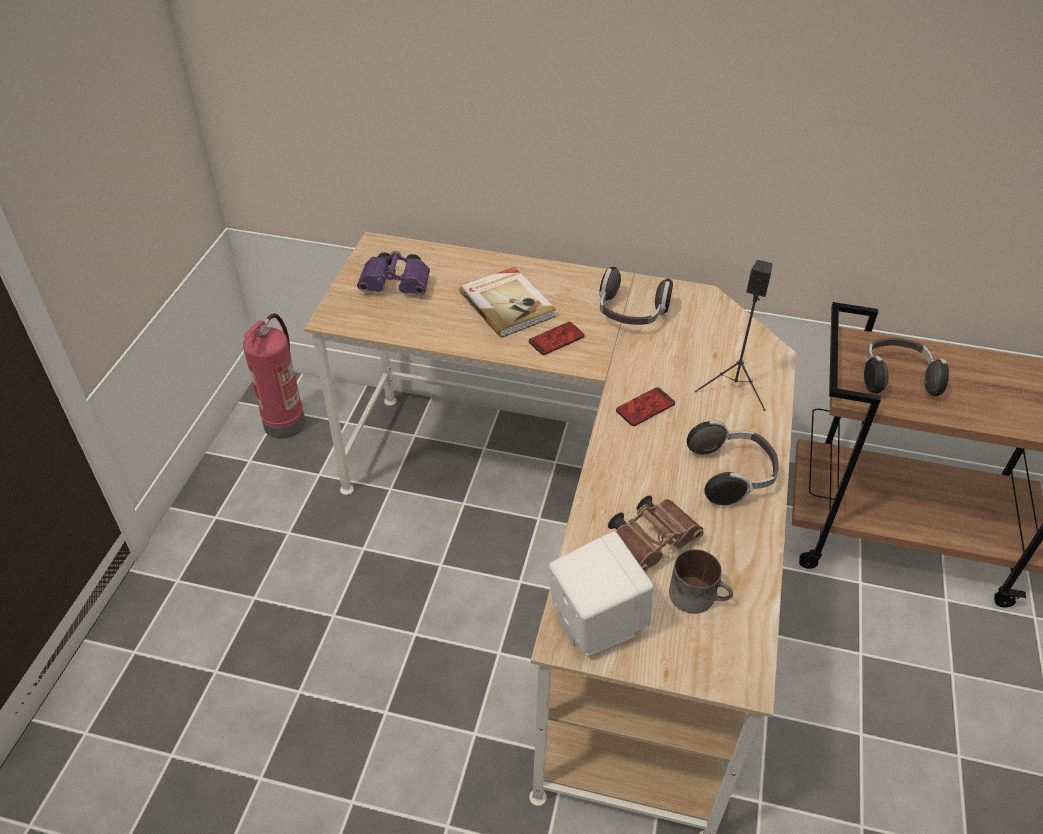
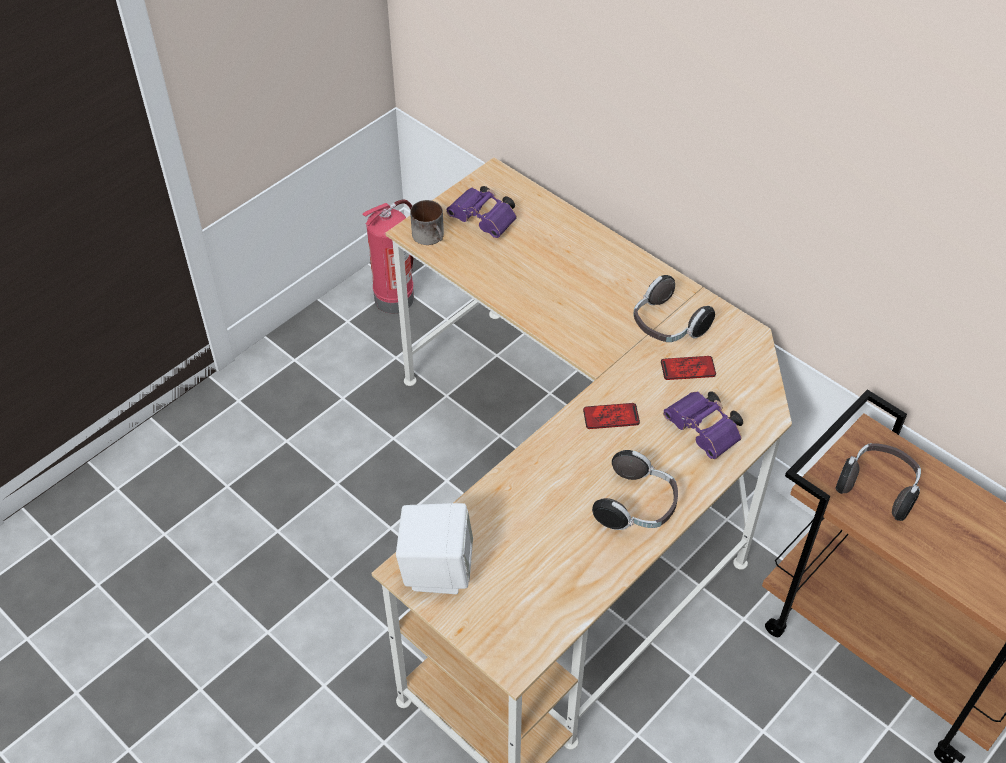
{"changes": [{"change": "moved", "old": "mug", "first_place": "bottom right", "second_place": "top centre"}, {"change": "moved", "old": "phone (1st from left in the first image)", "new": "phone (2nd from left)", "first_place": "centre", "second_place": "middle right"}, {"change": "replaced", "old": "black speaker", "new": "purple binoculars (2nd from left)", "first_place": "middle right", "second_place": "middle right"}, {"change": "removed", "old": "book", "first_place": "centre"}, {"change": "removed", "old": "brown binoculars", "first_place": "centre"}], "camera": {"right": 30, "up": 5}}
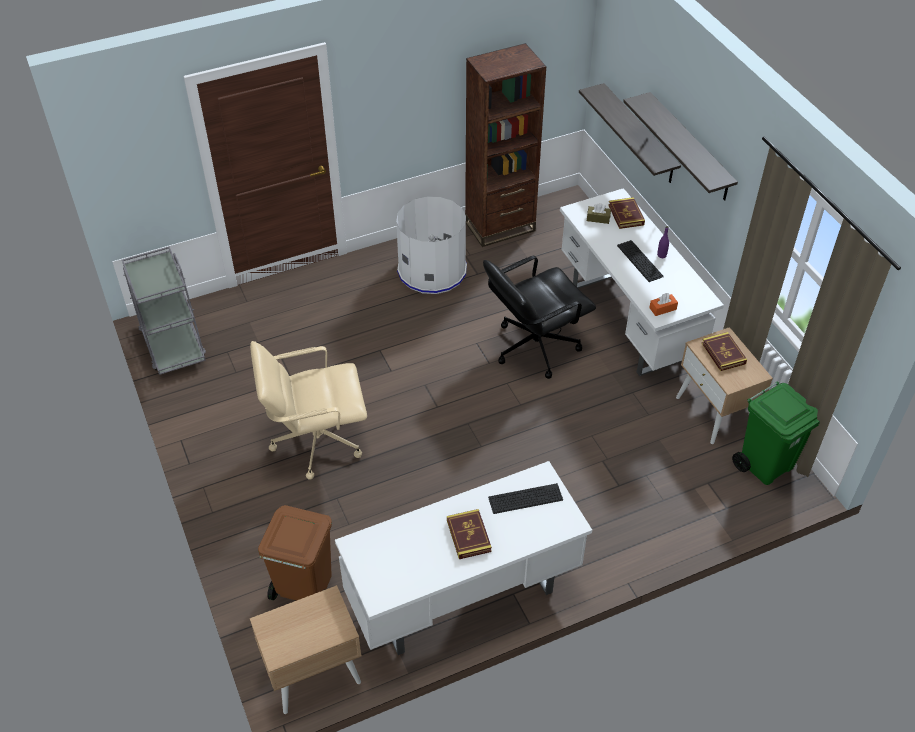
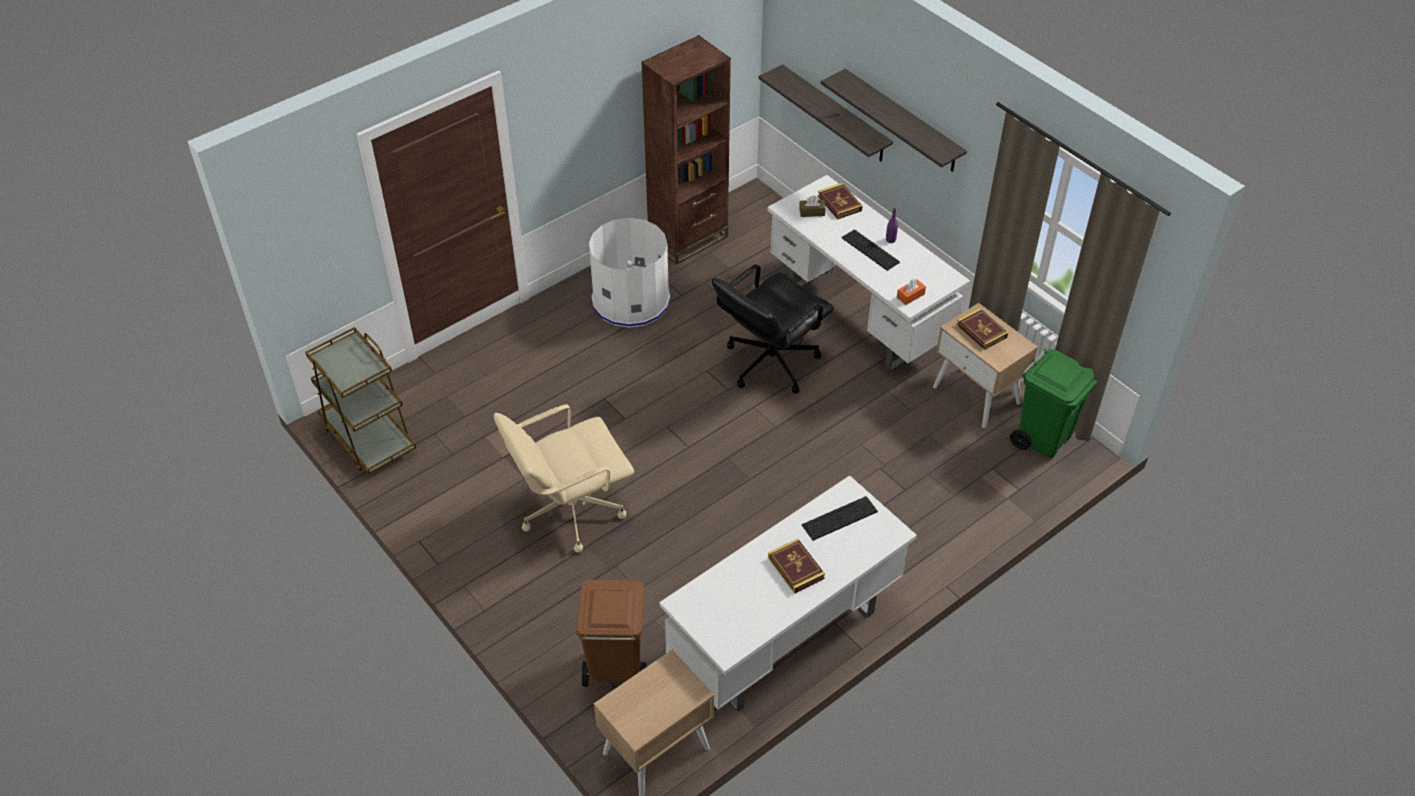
{"changes": [{"change": "recoloured", "old": "grey cart", "new": "brown cart", "first_place": "middle left", "second_place": "middle left"}], "camera": {"right": -15, "up": 0}}
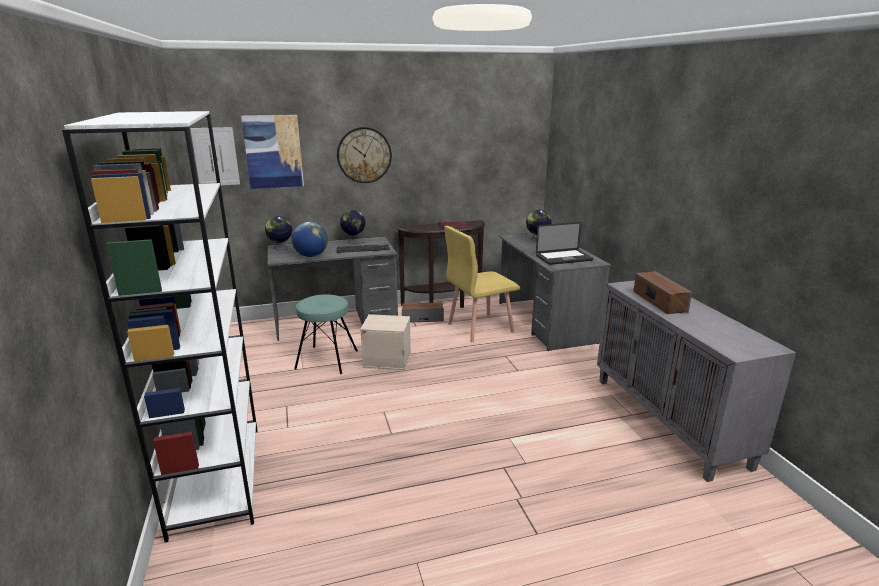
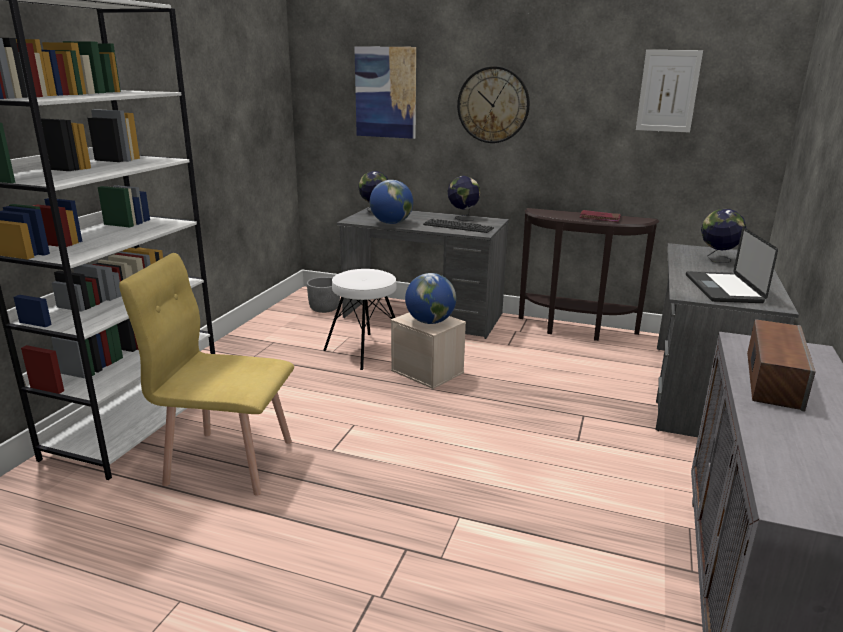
{"changes": [{"change": "moved", "old": "yellow chair", "first_place": "centre", "second_place": "middle left"}, {"change": "added", "new": "grey planter", "second_place": "centre"}, {"change": "recoloured", "old": "turquoise stool", "new": "white stool", "first_place": "centre", "second_place": "centre"}, {"change": "added", "new": "globe (3rd from left)", "second_place": "centre"}, {"change": "moved", "old": "picture (1st from left in the first image)", "new": "picture (2nd from left)", "first_place": "top left", "second_place": "top right"}, {"change": "turned", "old": "laptop", "first_place": "centre", "second_place": "middle right", "degrees": 75}, {"change": "removed", "old": "speaker (1st from left)", "first_place": "centre"}], "camera": {"right": 35, "up": 0}}
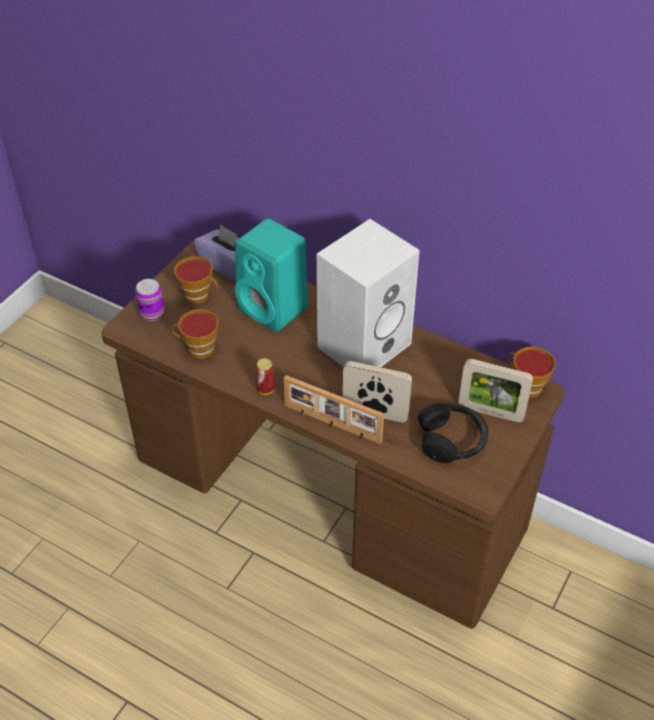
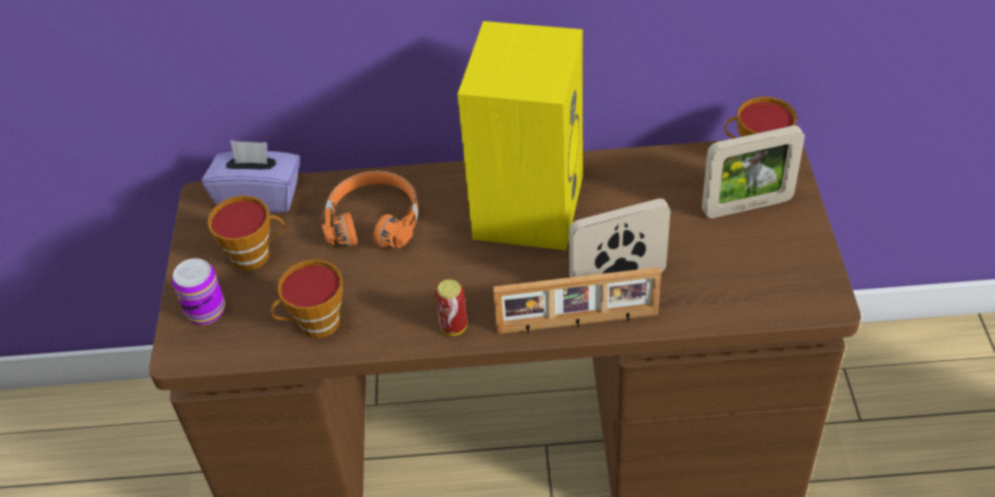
{"changes": [{"change": "replaced", "old": "turquoise speaker", "new": "orange headphones", "first_place": "centre", "second_place": "centre"}, {"change": "recoloured", "old": "white speaker", "new": "yellow speaker", "first_place": "centre", "second_place": "top centre"}, {"change": "removed", "old": "black headphones", "first_place": "middle right"}], "camera": {"right": -30, "up": 0}}
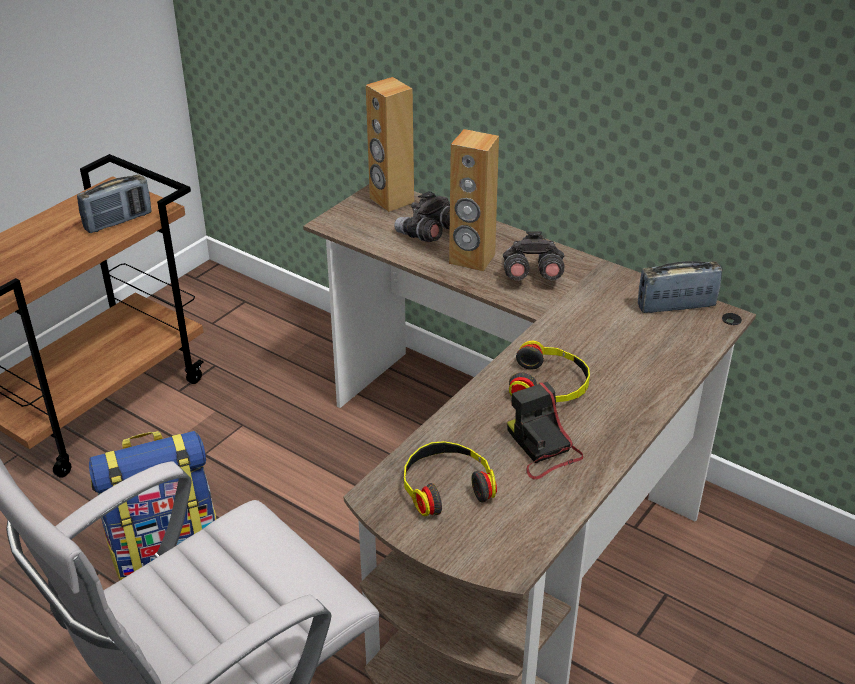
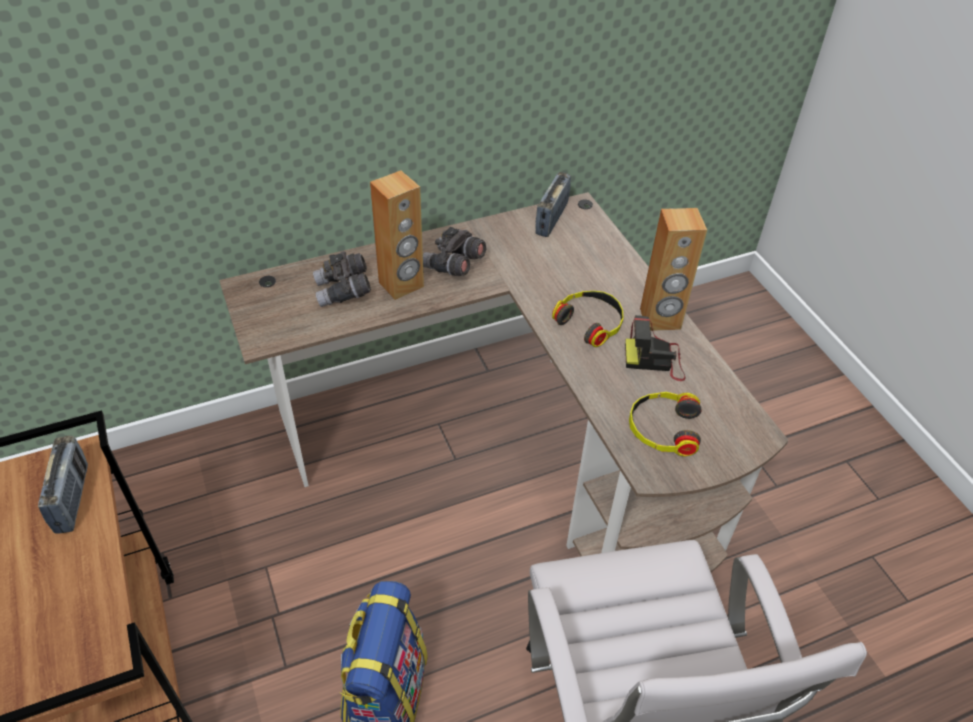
{"changes": [{"change": "moved", "old": "brown speaker (1st from left in the first image)", "new": "brown speaker (2nd from left)", "first_place": "top centre", "second_place": "middle right"}], "camera": {"right": -60, "up": 10}}
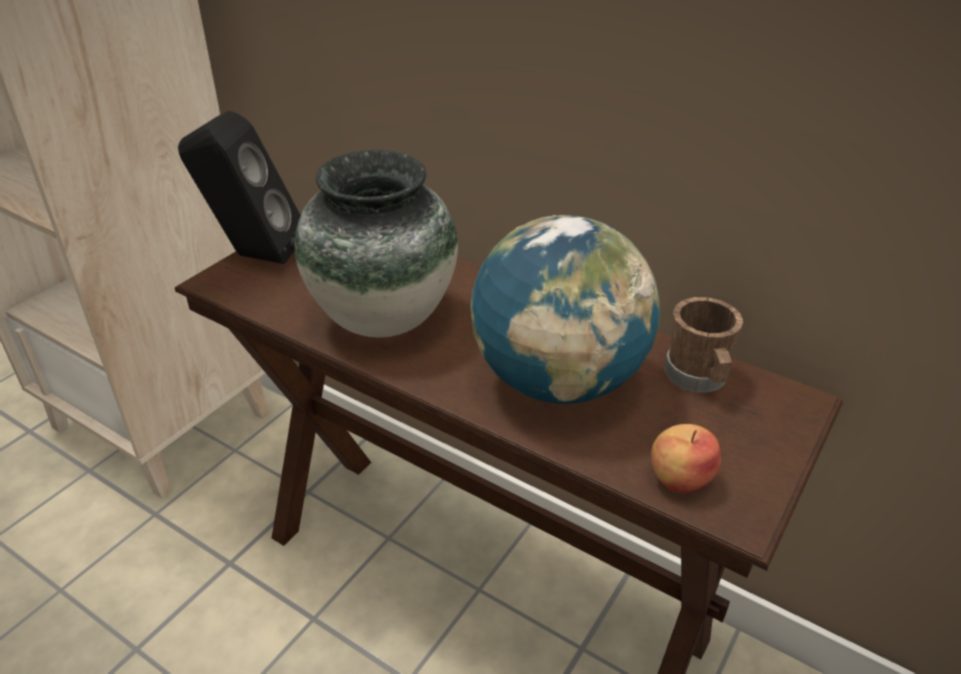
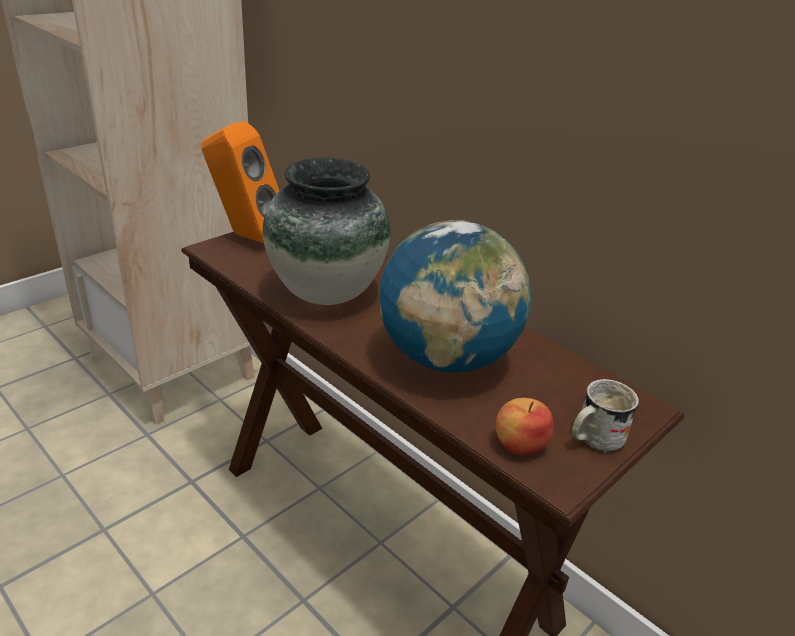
{"changes": [{"change": "recoloured", "old": "black speaker", "new": "orange speaker", "first_place": "top left", "second_place": "top left"}, {"change": "added", "new": "white mug", "second_place": "middle right"}, {"change": "removed", "old": "brown mug", "first_place": "middle right"}], "camera": {"right": 10, "up": -5}}
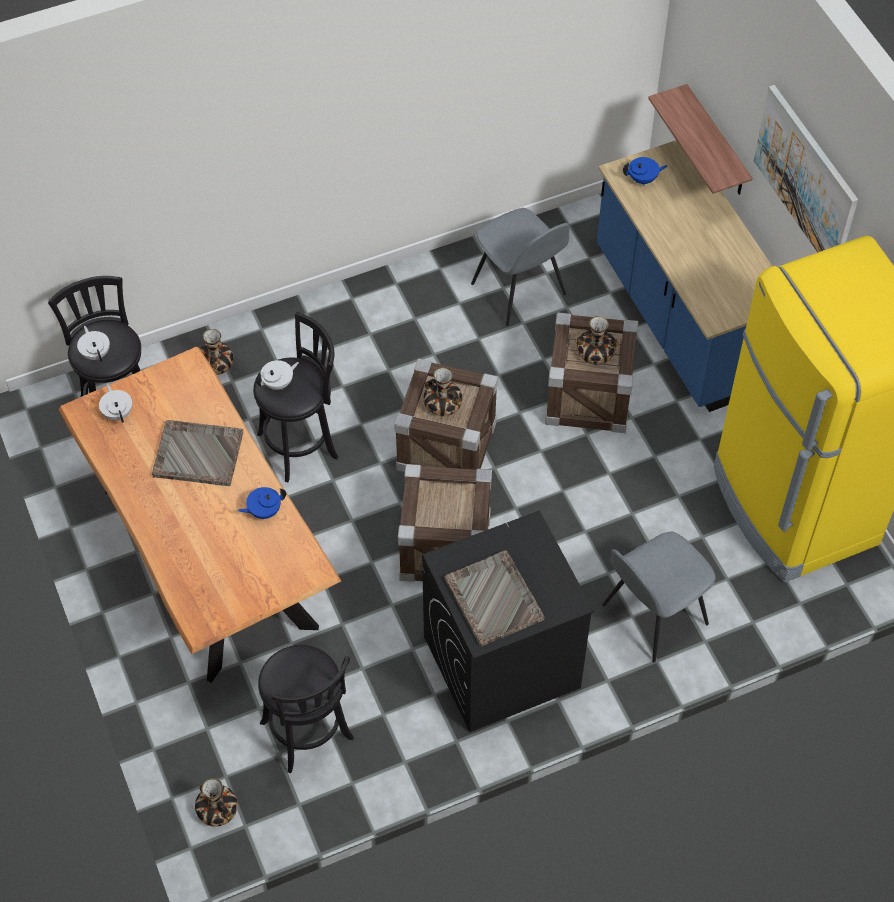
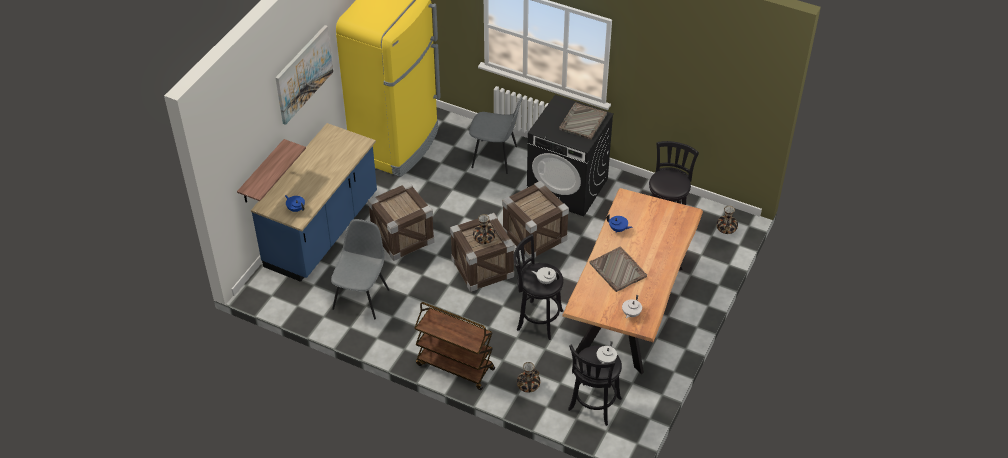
{"changes": [{"change": "added", "new": "brown cart", "second_place": "bottom centre"}, {"change": "removed", "old": "vase (4th from left)", "first_place": "middle right"}], "camera": {"right": -130, "up": -10}}
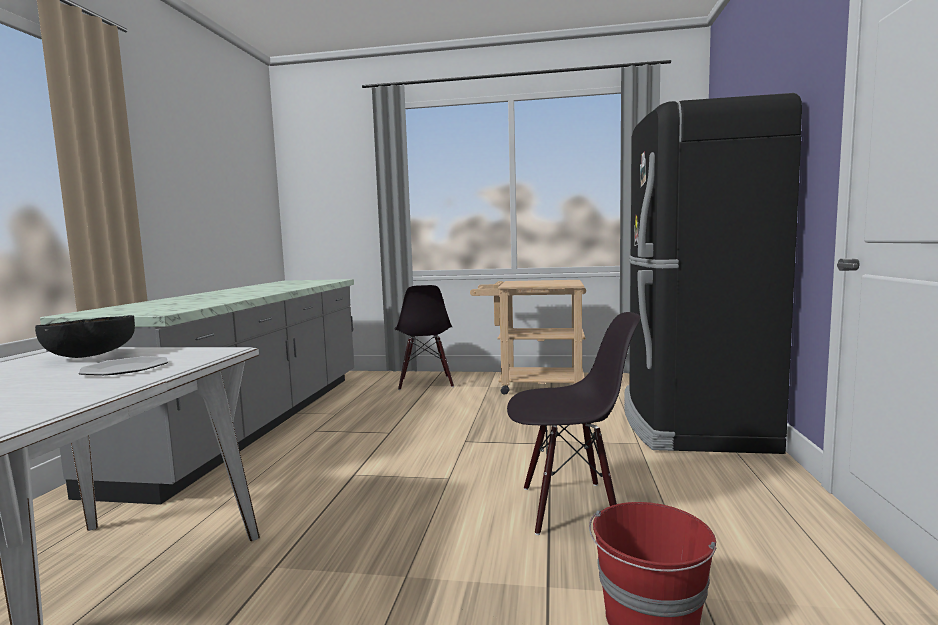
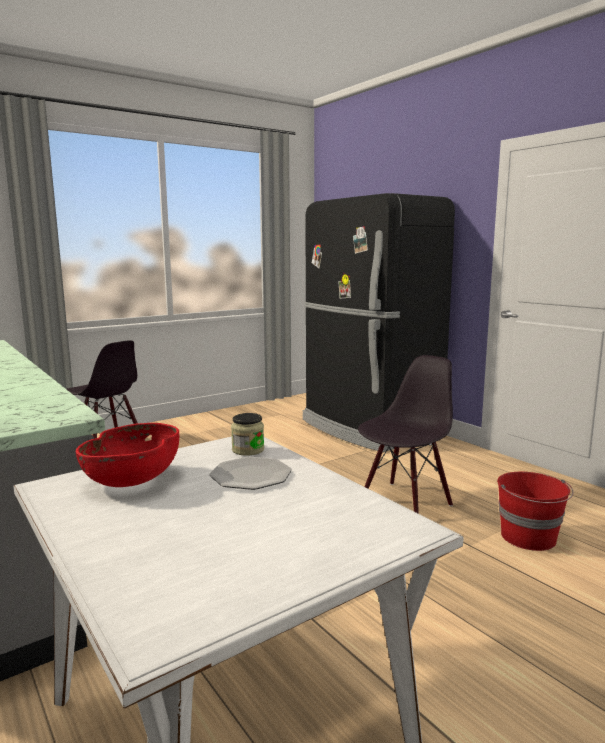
{"changes": [{"change": "recoloured", "old": "black bowl", "new": "red bowl", "first_place": "middle left", "second_place": "middle left"}, {"change": "added", "new": "jar", "second_place": "centre"}, {"change": "removed", "old": "beige cart", "first_place": "centre"}], "camera": {"right": -45, "up": 5}}
